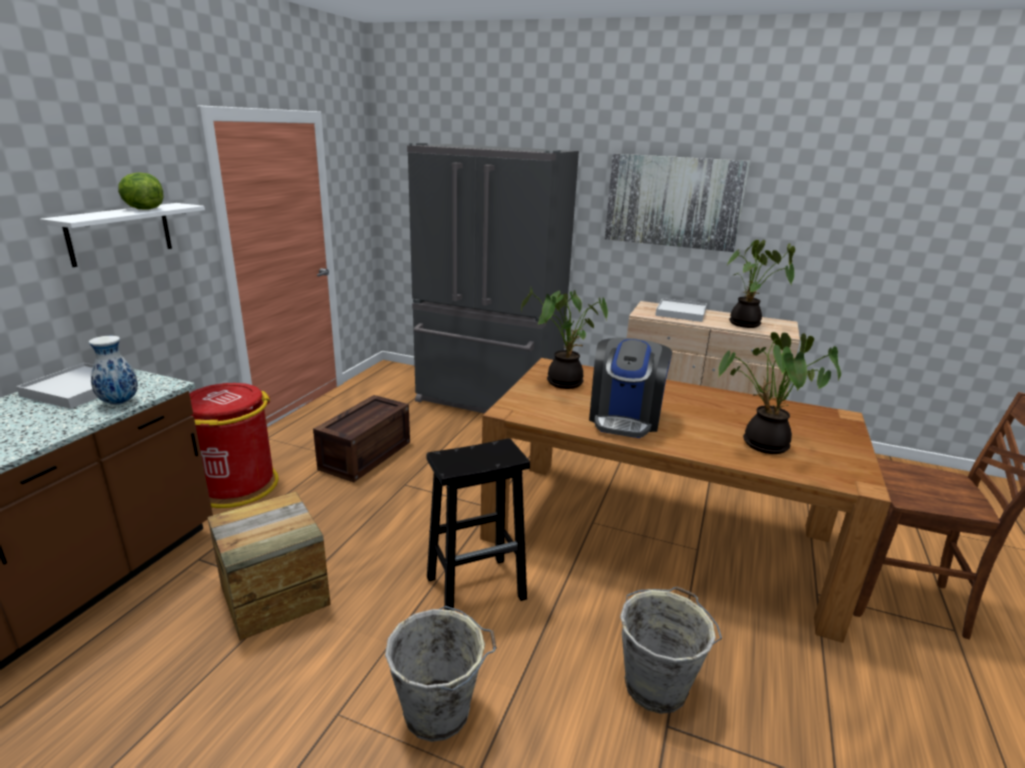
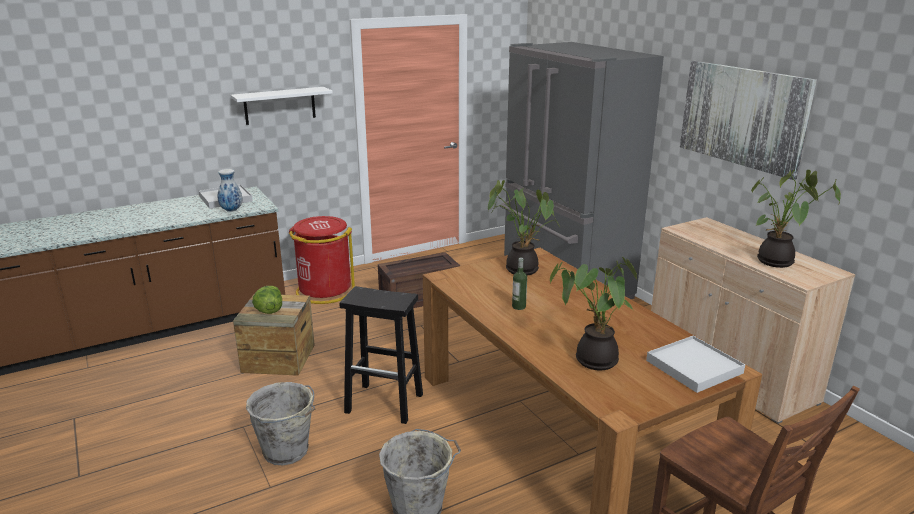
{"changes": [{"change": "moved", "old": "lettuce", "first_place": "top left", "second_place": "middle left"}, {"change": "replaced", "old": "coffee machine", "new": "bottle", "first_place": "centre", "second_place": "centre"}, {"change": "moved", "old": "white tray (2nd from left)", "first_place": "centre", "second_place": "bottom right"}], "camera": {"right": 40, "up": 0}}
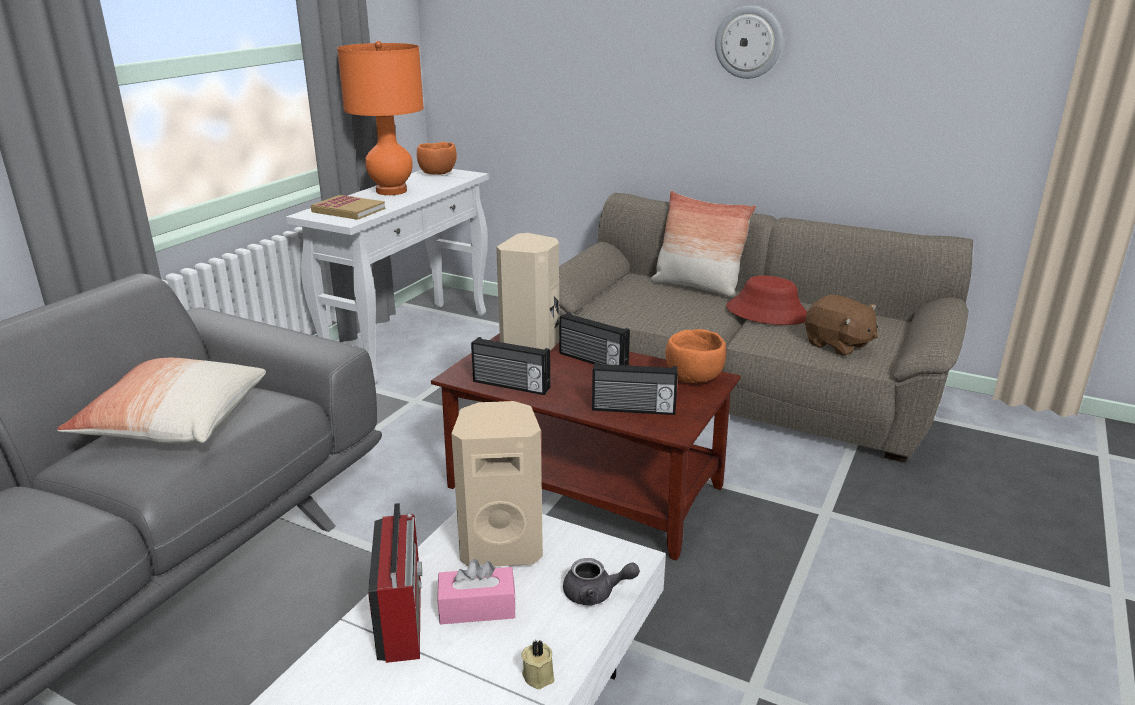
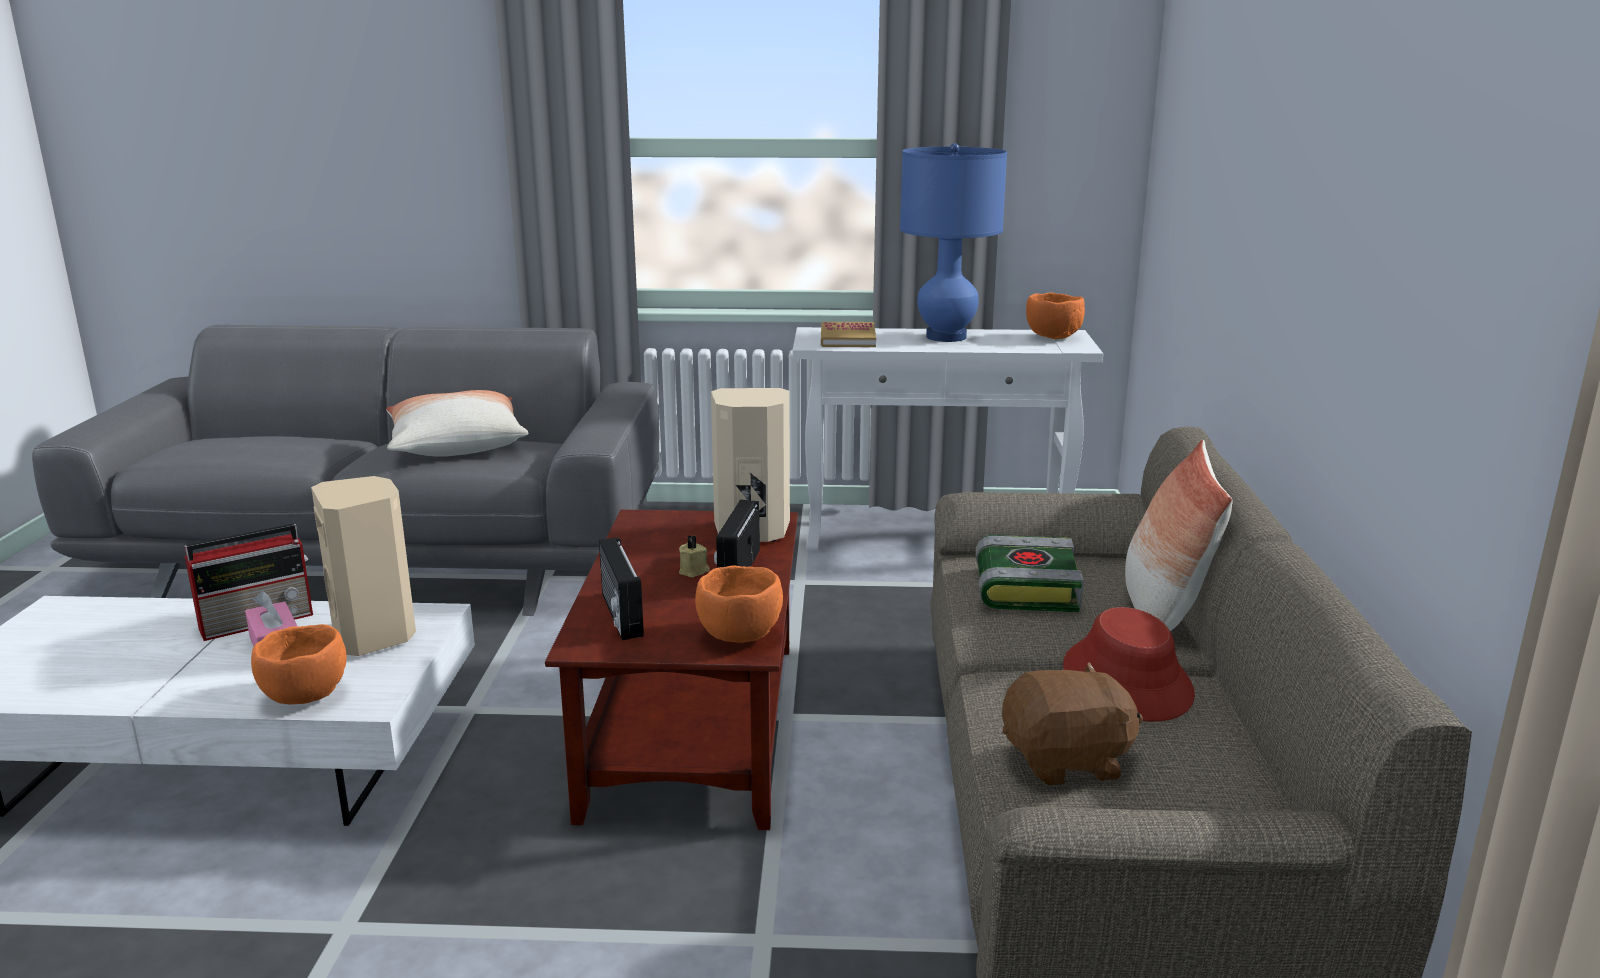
{"changes": [{"change": "replaced", "old": "grey teapot", "new": "orange bowl (1st from left)", "first_place": "bottom centre", "second_place": "bottom left"}, {"change": "moved", "old": "beige candle", "first_place": "bottom centre", "second_place": "centre"}, {"change": "recoloured", "old": "orange table lamp", "new": "blue table lamp", "first_place": "top centre", "second_place": "top centre"}, {"change": "added", "new": "book (2nd from left)", "second_place": "centre"}, {"change": "turned", "old": "brown plush toy", "first_place": "middle right", "second_place": "bottom right", "degrees": -120}, {"change": "removed", "old": "radio (2nd from left)", "first_place": "centre"}, {"change": "removed", "old": "wall clock", "first_place": "top centre"}], "camera": {"right": 65, "up": -5}}
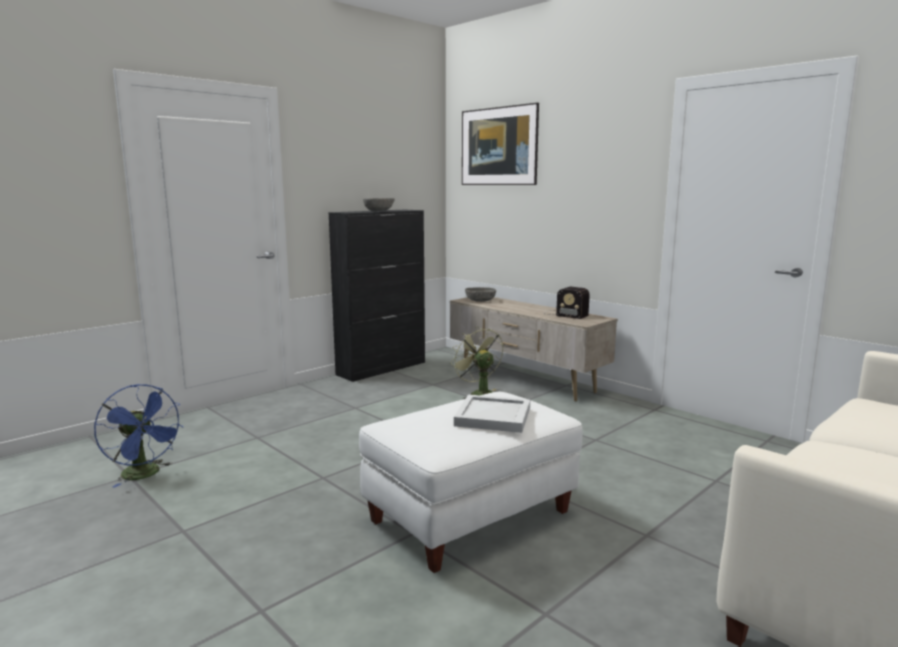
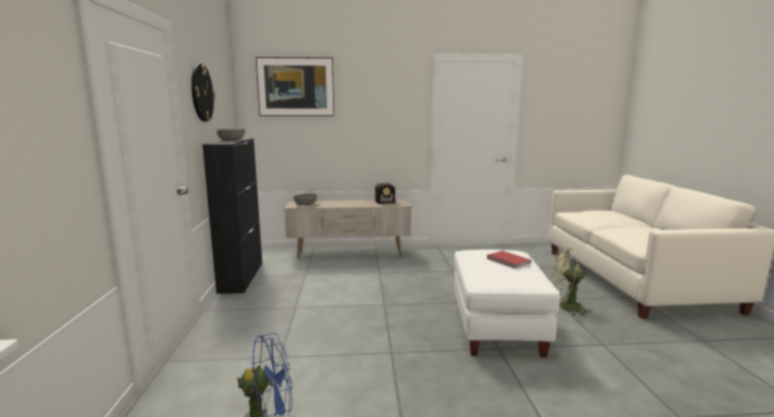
{"changes": [{"change": "added", "new": "wall clock", "second_place": "top left"}, {"change": "replaced", "old": "white tray", "new": "red book", "first_place": "centre", "second_place": "centre"}, {"change": "moved", "old": "green fan", "first_place": "centre", "second_place": "bottom right"}], "camera": {"right": -50, "up": 0}}
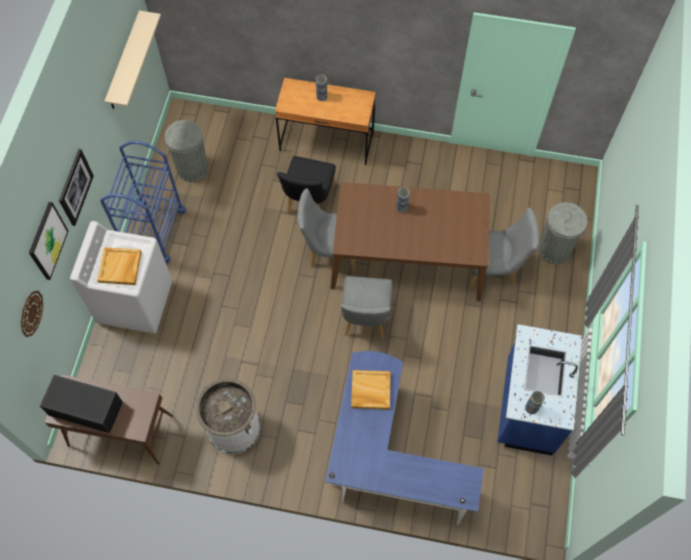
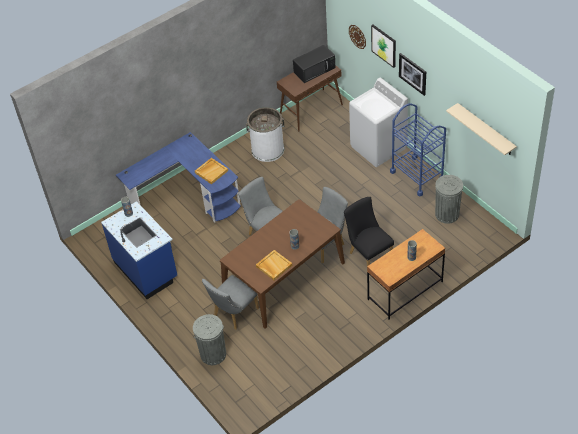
{"changes": [{"change": "moved", "old": "beige tray (1st from left in the first image)", "new": "beige tray (2nd from left)", "first_place": "middle left", "second_place": "centre"}], "camera": {"right": 135, "up": -15}}
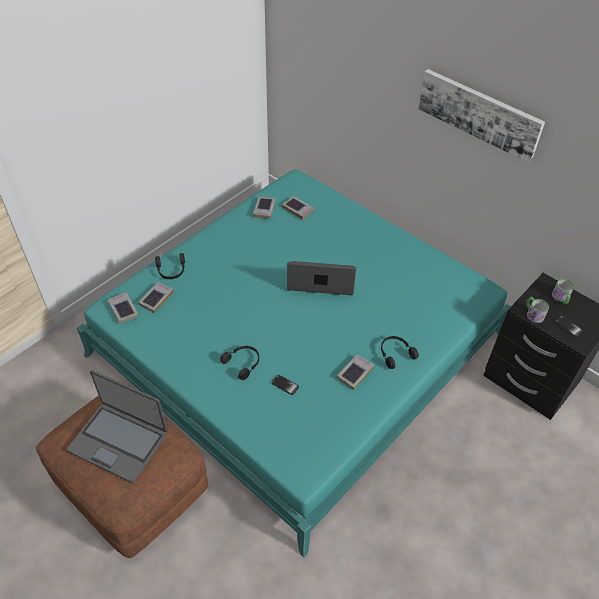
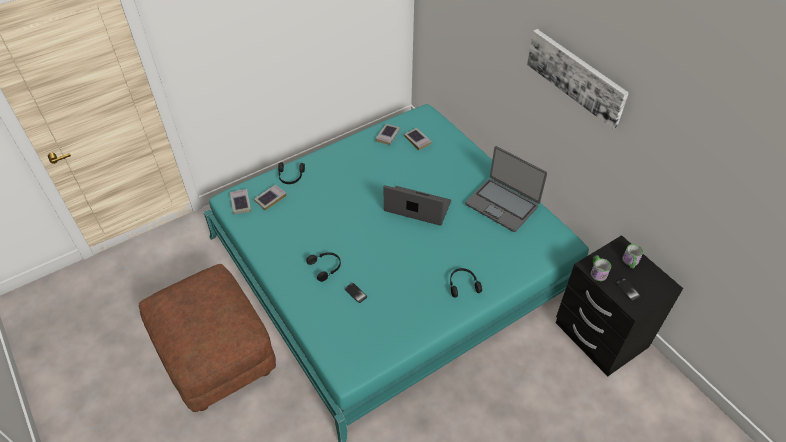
{"changes": [{"change": "moved", "old": "laptop (1st from left in the first image)", "new": "laptop (2nd from left)", "first_place": "bottom left", "second_place": "centre"}, {"change": "removed", "old": "book (5th from left)", "first_place": "centre"}], "camera": {"right": 15, "up": 0}}
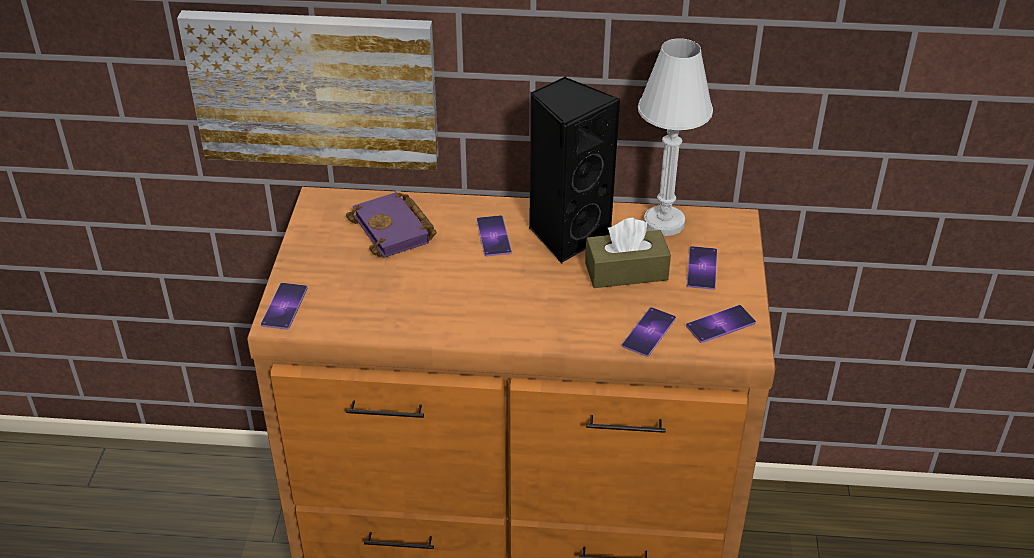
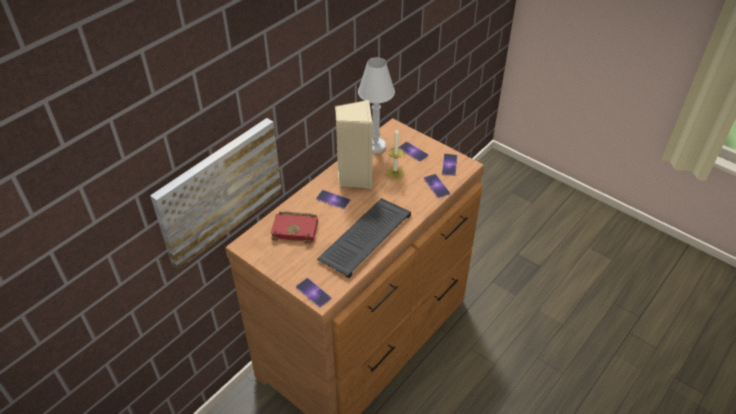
{"changes": [{"change": "recoloured", "old": "purple book", "new": "red book", "first_place": "centre", "second_place": "centre"}, {"change": "added", "new": "keyboard", "second_place": "centre"}, {"change": "recoloured", "old": "black speaker", "new": "beige speaker", "first_place": "top centre", "second_place": "centre"}, {"change": "replaced", "old": "brown tissue box", "new": "candle", "first_place": "centre", "second_place": "centre"}], "camera": {"right": -55, "up": 5}}
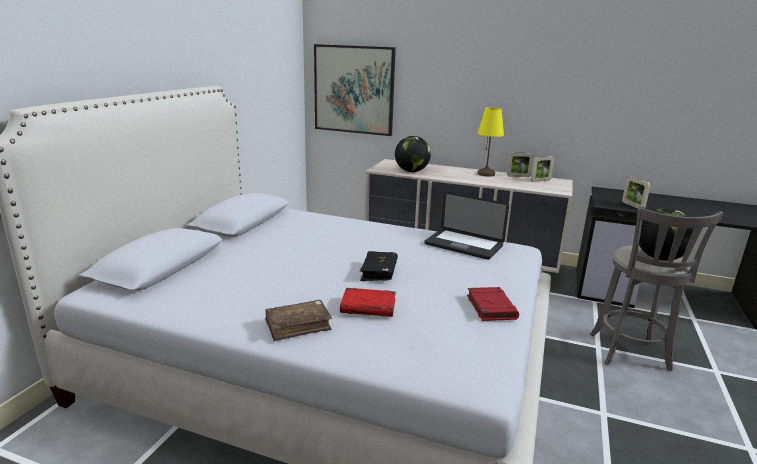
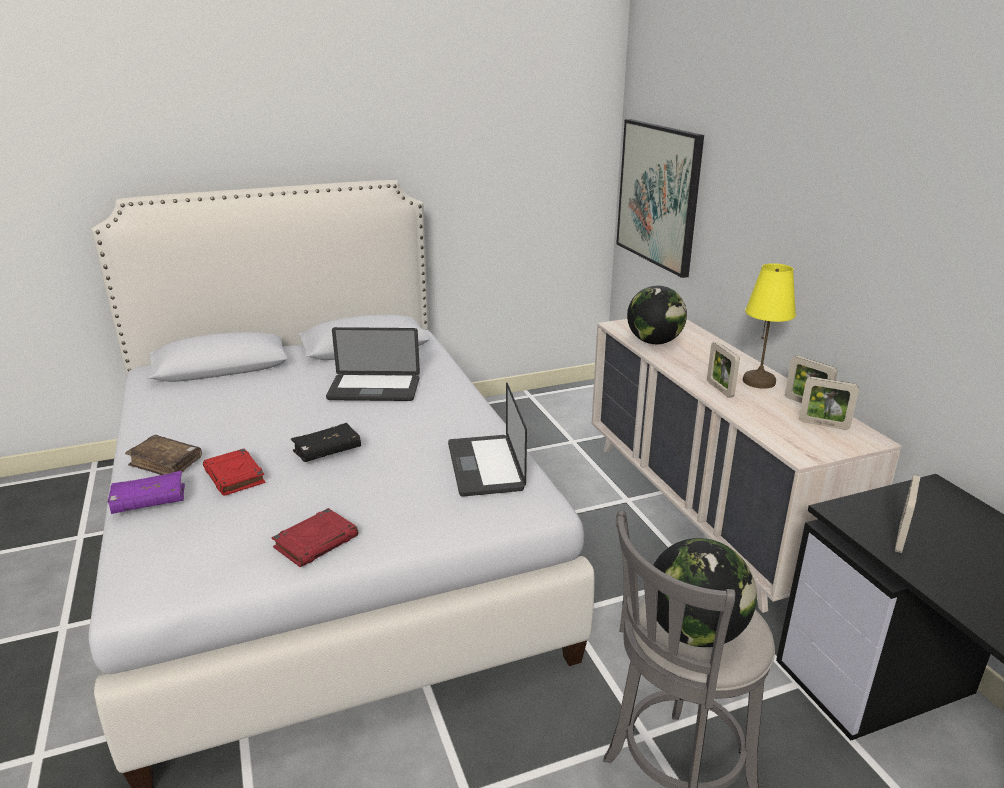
{"changes": [{"change": "added", "new": "purple book", "second_place": "middle left"}, {"change": "added", "new": "laptop (1st from left)", "second_place": "centre"}, {"change": "added", "new": "picture frame (1st from left)", "second_place": "middle right"}], "camera": {"right": 50, "up": 5}}
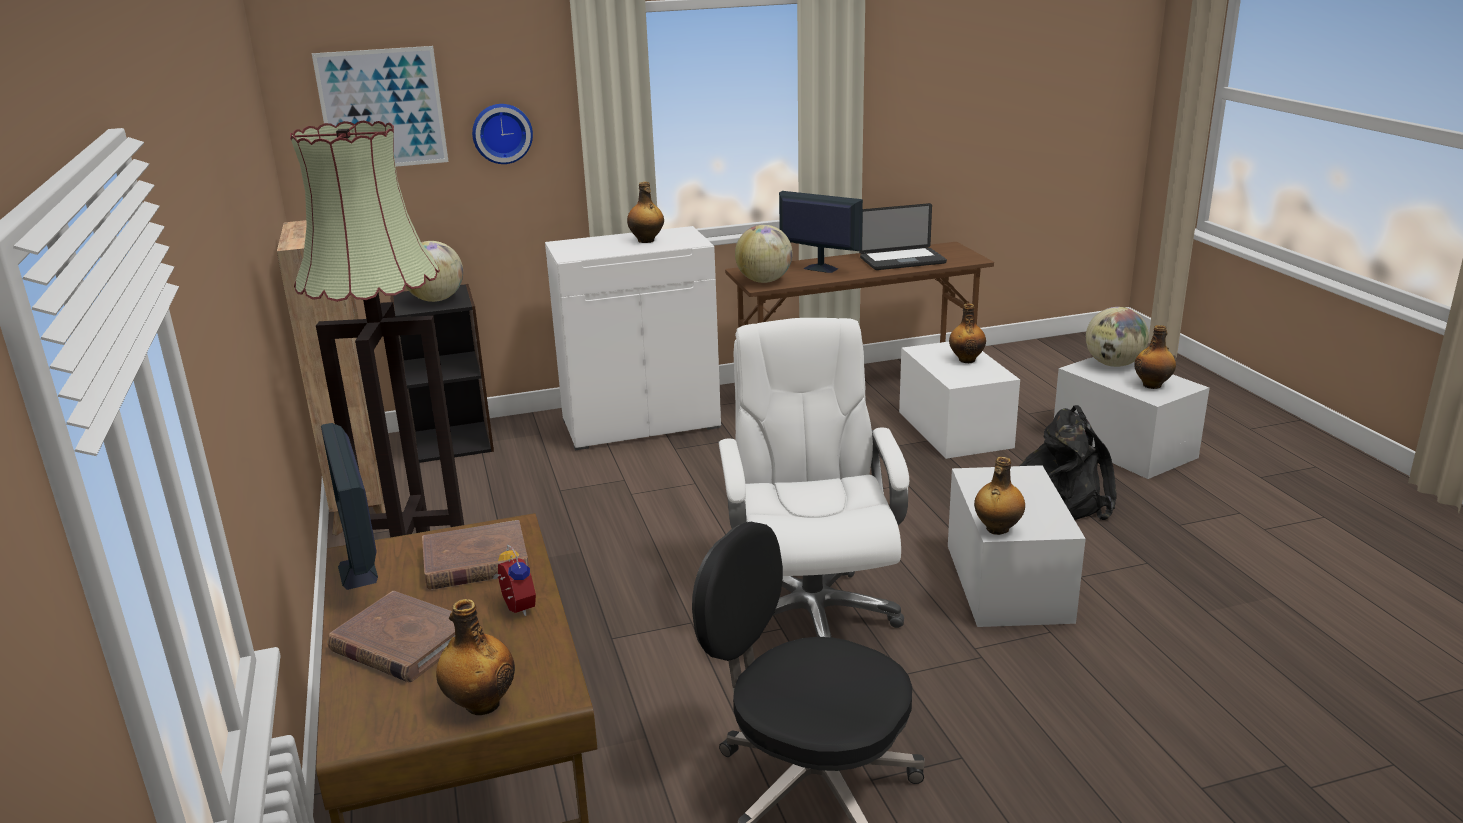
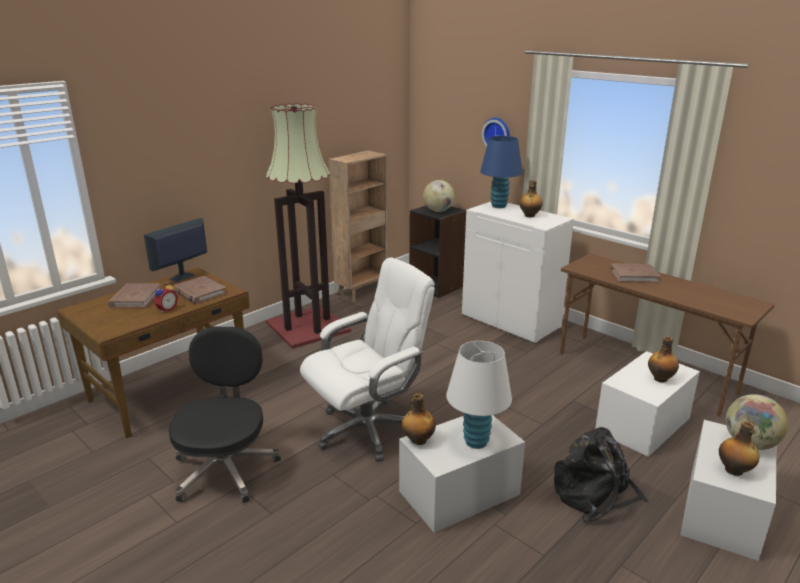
{"changes": [{"change": "added", "new": "white table lamp", "second_place": "bottom centre"}, {"change": "added", "new": "blue table lamp", "second_place": "top centre"}, {"change": "replaced", "old": "monitor (2nd from left)", "new": "brown book (3rd from left)", "first_place": "top centre", "second_place": "middle right"}, {"change": "removed", "old": "picture", "first_place": "top left"}, {"change": "removed", "old": "bottle (1st from left)", "first_place": "bottom left"}, {"change": "removed", "old": "globe (2nd from left)", "first_place": "top centre"}, {"change": "removed", "old": "laptop", "first_place": "top centre"}], "camera": {"right": 60, "up": 0}}
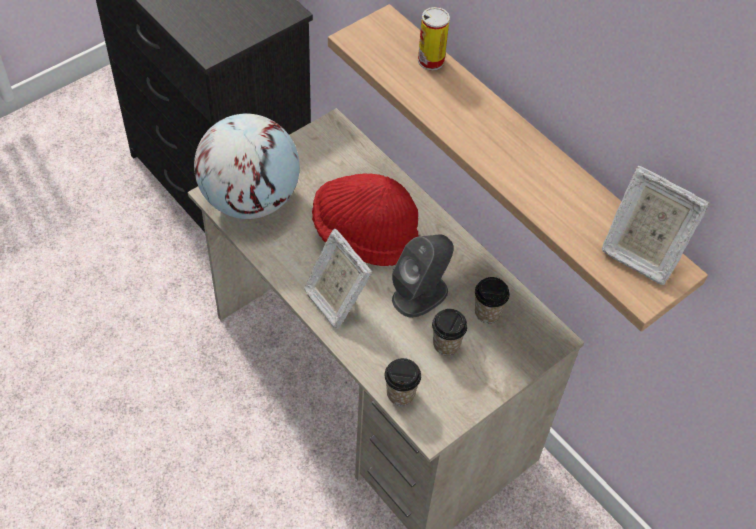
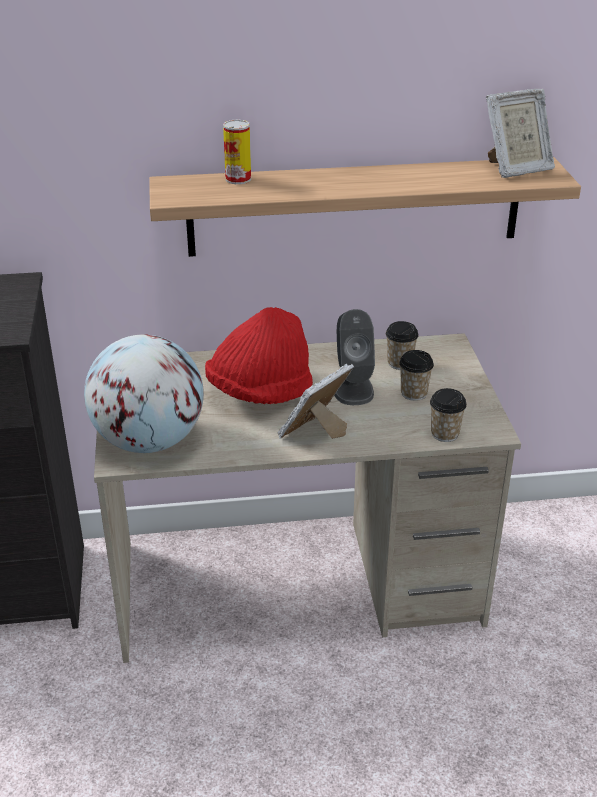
{"changes": [{"change": "turned", "old": "picture frame (1st from left)", "first_place": "centre", "second_place": "centre", "degrees": 135}], "camera": {"right": -55, "up": -20}}
